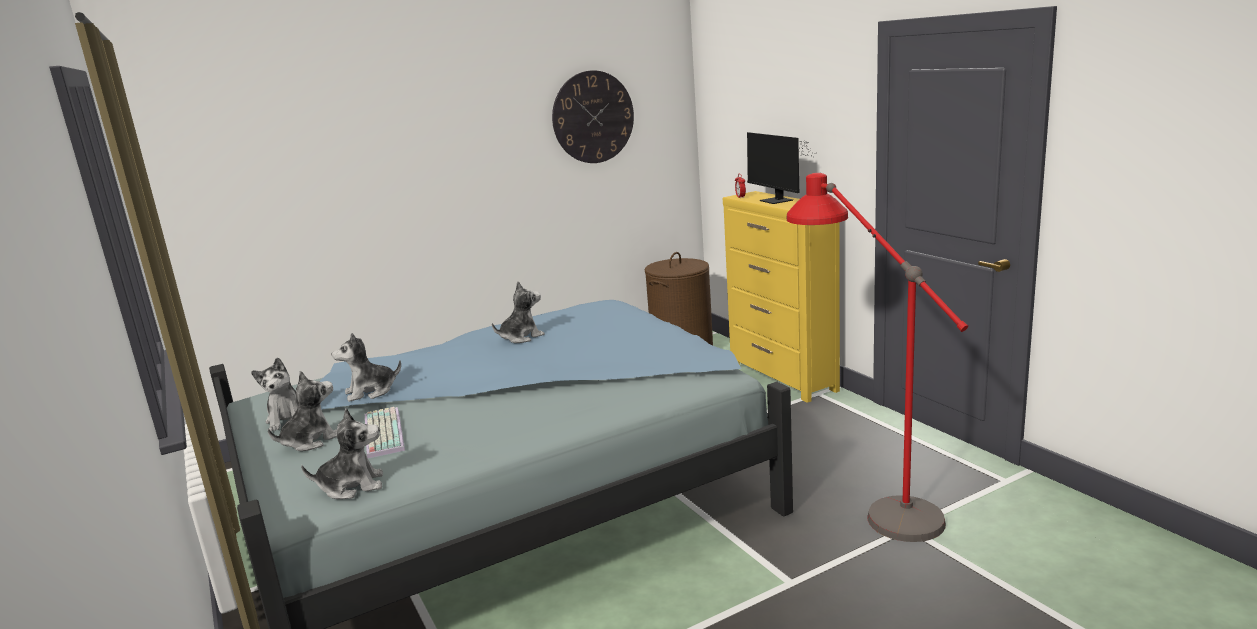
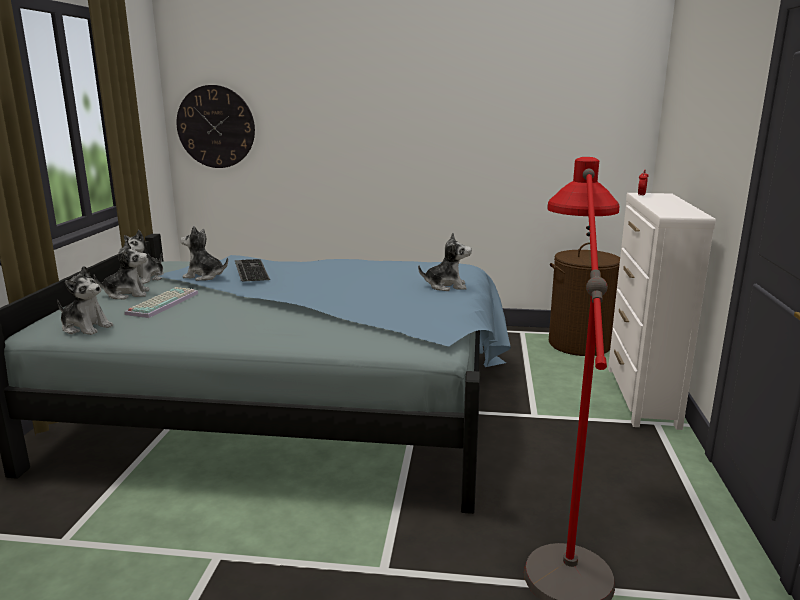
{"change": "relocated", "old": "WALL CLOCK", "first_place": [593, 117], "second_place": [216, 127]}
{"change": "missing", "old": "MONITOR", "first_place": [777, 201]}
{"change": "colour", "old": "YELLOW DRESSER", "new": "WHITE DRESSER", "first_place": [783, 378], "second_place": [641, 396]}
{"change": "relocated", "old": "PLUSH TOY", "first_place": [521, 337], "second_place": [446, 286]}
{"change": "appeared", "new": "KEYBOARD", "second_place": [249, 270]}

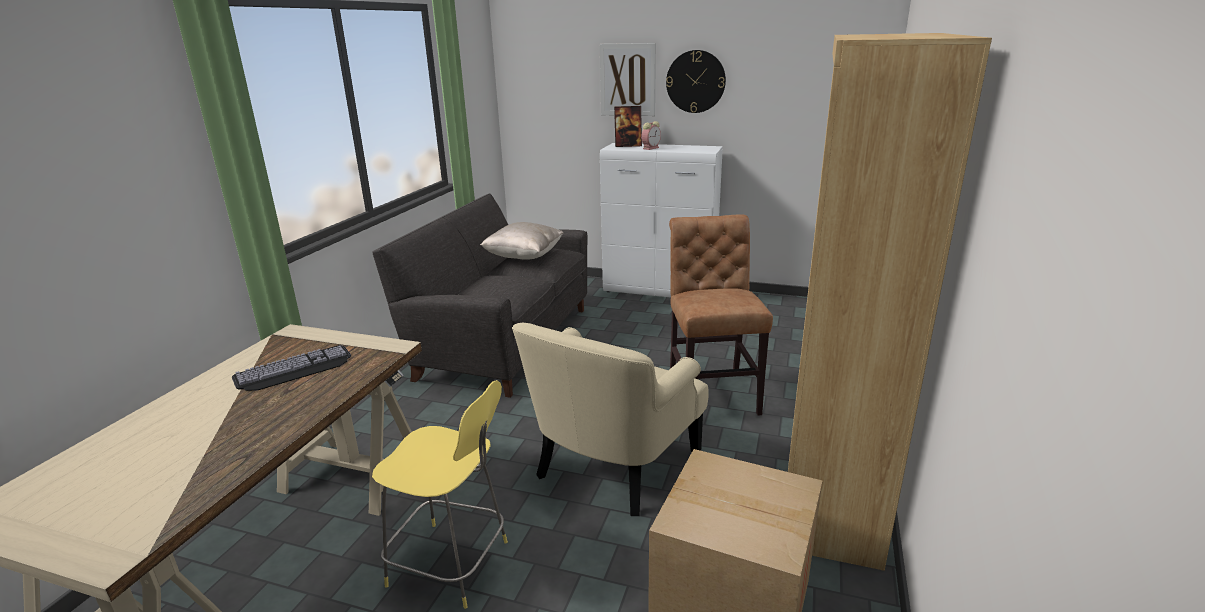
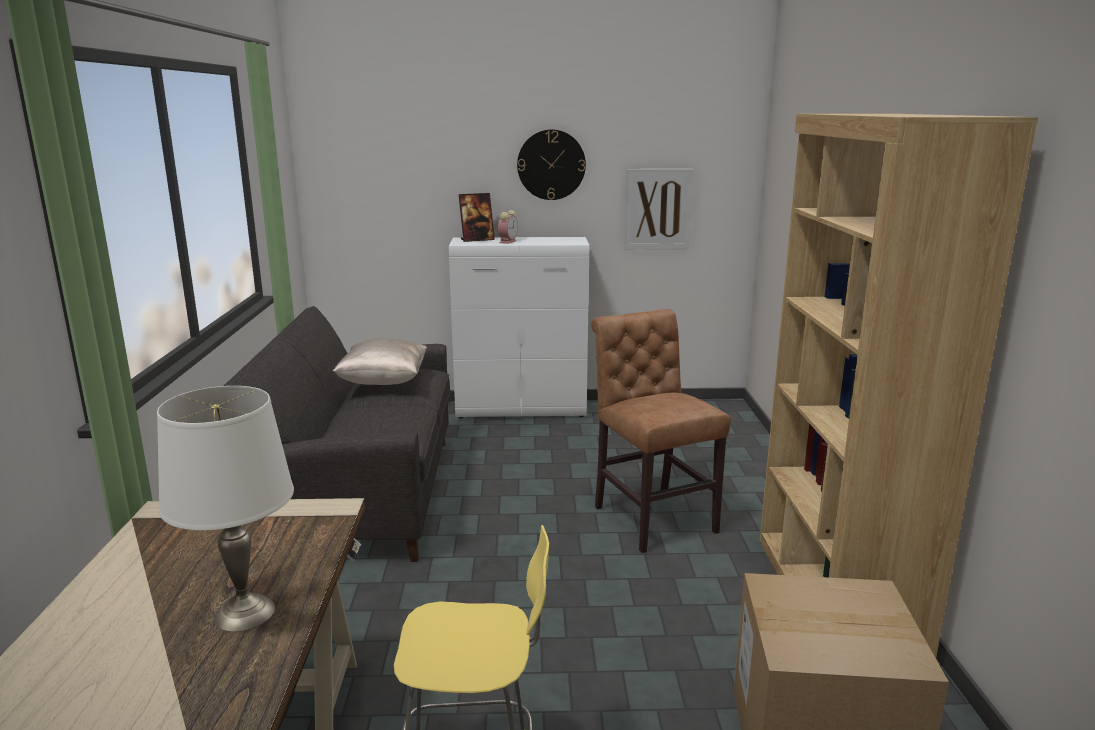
{"change": "relocated", "old": "PICTURE", "first_place": [627, 80], "second_place": [658, 209]}
{"change": "missing", "old": "BEIGE ARMCHAIR", "first_place": [613, 464]}
{"change": "missing", "old": "KEYBOARD", "first_place": [294, 370]}
{"change": "appeared", "new": "WHITE TABLE LAMP", "second_place": [244, 612]}

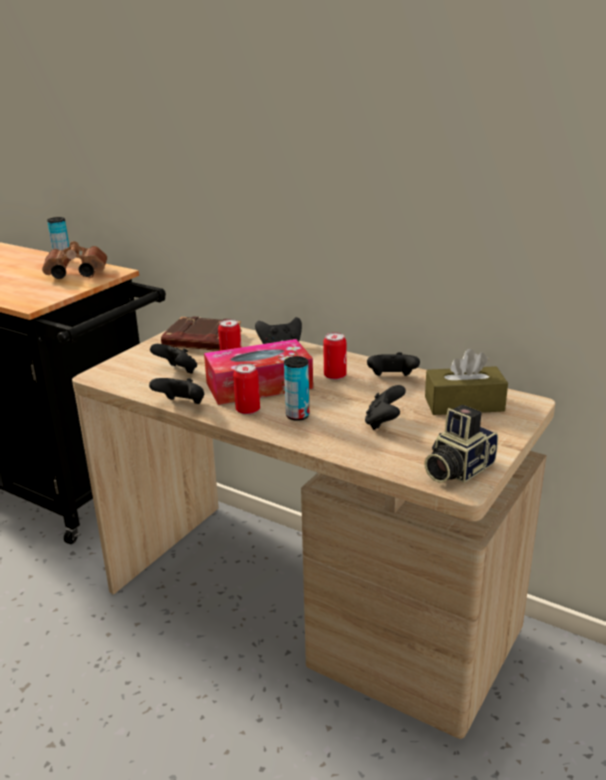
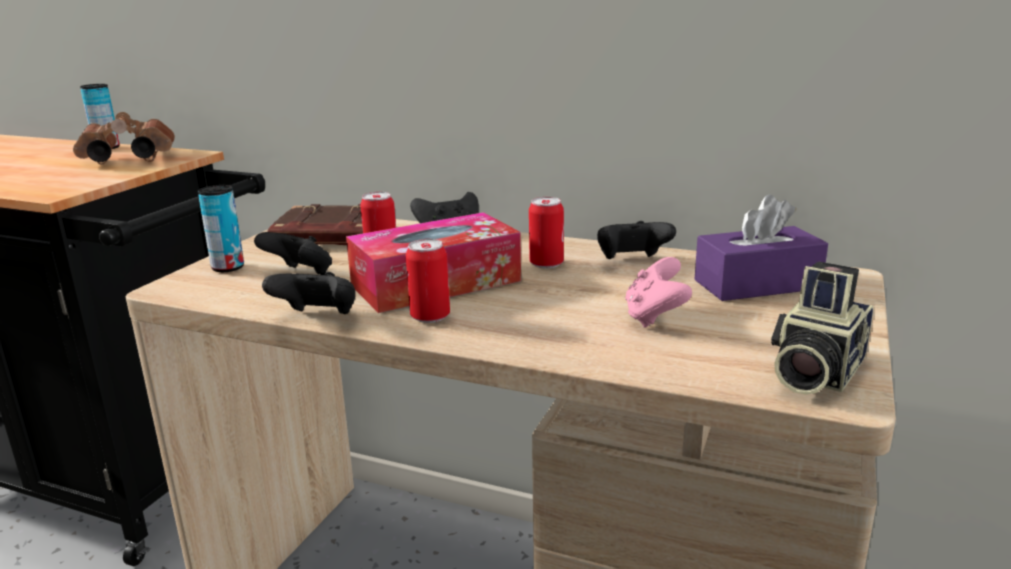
{"change": "colour", "old": "BROWN TISSUE BOX", "new": "PURPLE TISSUE BOX", "first_place": [464, 404], "second_place": [757, 284]}
{"change": "relocated", "old": "CAN", "first_place": [297, 415], "second_place": [228, 267]}
{"change": "colour", "old": "BLACK GAME CONTROLLER", "new": "PINK GAME CONTROLLER", "first_place": [384, 423], "second_place": [654, 317]}

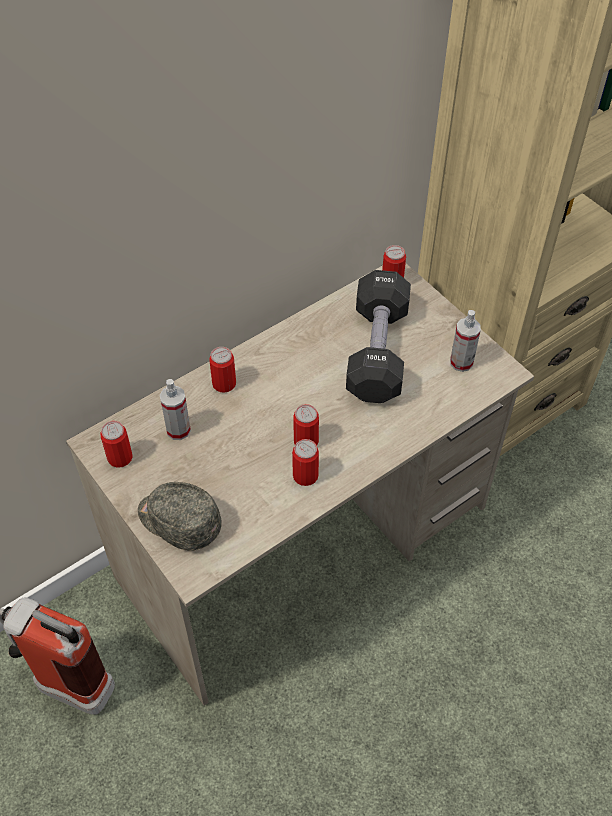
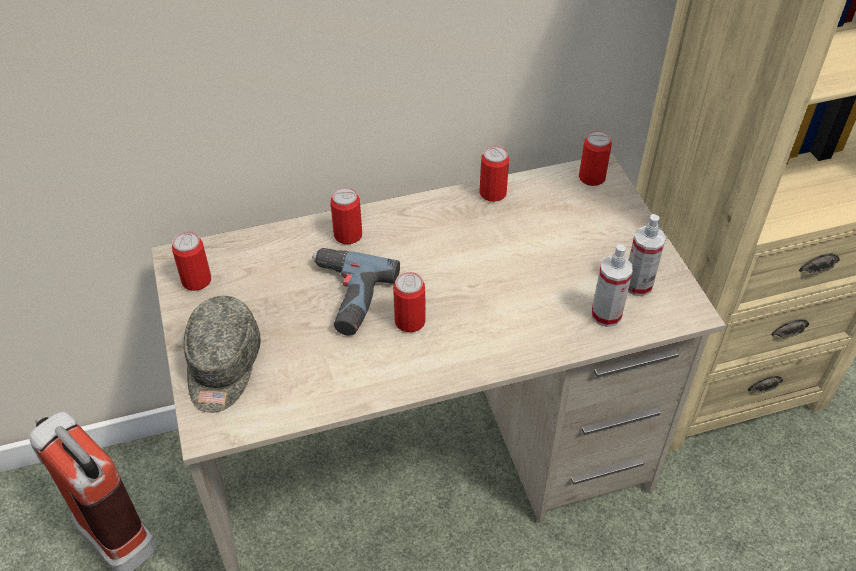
{"change": "missing", "old": "BLACK DUMBBELL", "first_place": [377, 352]}
{"change": "relocated", "old": "SPRAY BOTTLE", "first_place": [178, 430], "second_place": [606, 315]}
{"change": "relocated", "old": "CAN", "first_place": [305, 475], "second_place": [493, 193]}
{"change": "spun", "old": "GREY CAP", "first_place": [178, 521], "second_place": [222, 367], "degrees": -135}
{"change": "appeared", "new": "POWER DRILL", "second_place": [344, 297]}

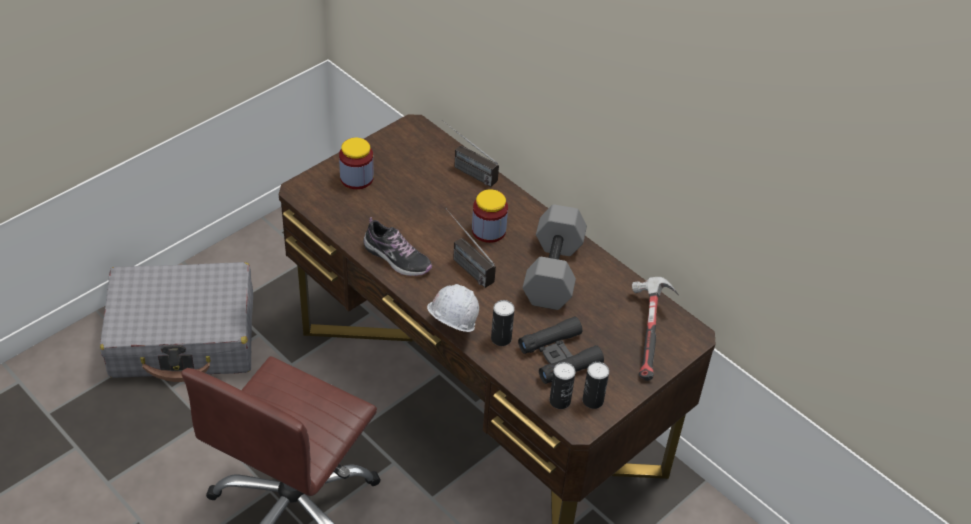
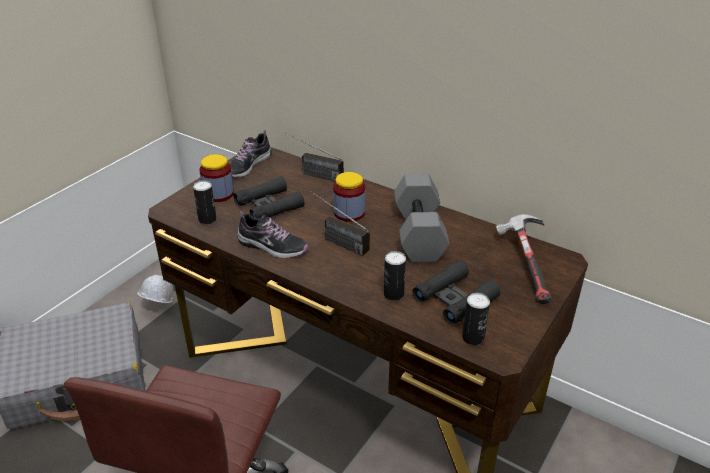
{"change": "relocated", "old": "WHITE HARD HAT", "first_place": [450, 331], "second_place": [158, 308]}
{"change": "relocated", "old": "CAN", "first_place": [593, 400], "second_place": [207, 219]}
{"change": "appeared", "new": "SHOE", "second_place": [248, 165]}
{"change": "appeared", "new": "BLACK BINOCULARS", "second_place": [269, 206]}

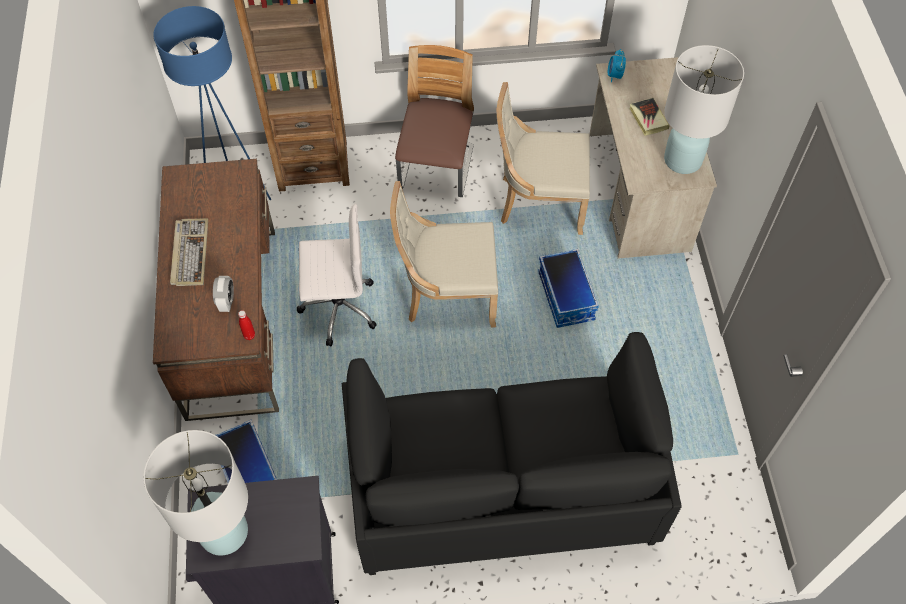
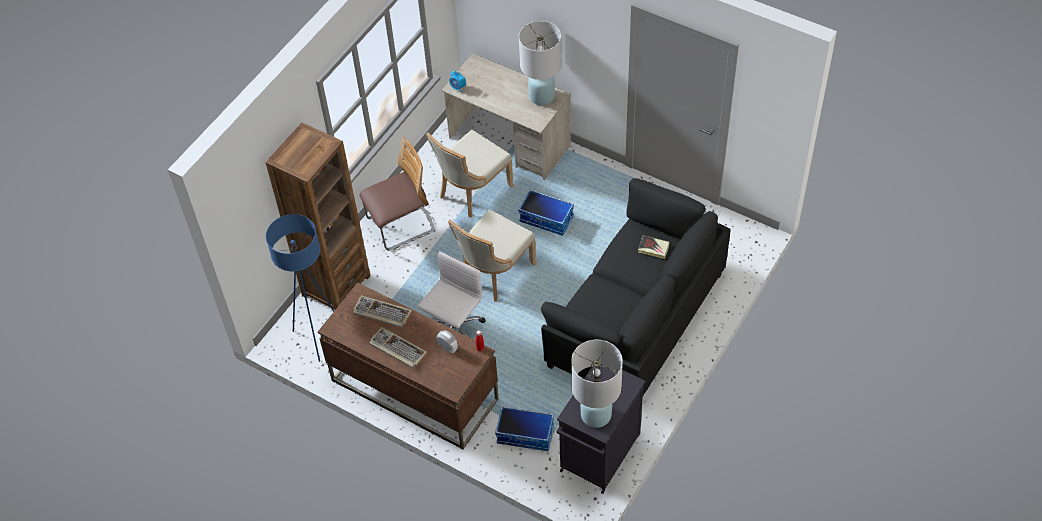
{"change": "spun", "old": "CHAIR", "first_place": [436, 168], "second_place": [401, 225], "degrees": 105}
{"change": "relocated", "old": "BOOK", "first_place": [648, 119], "second_place": [653, 248]}
{"change": "appeared", "new": "KEYBOARD", "second_place": [381, 313]}

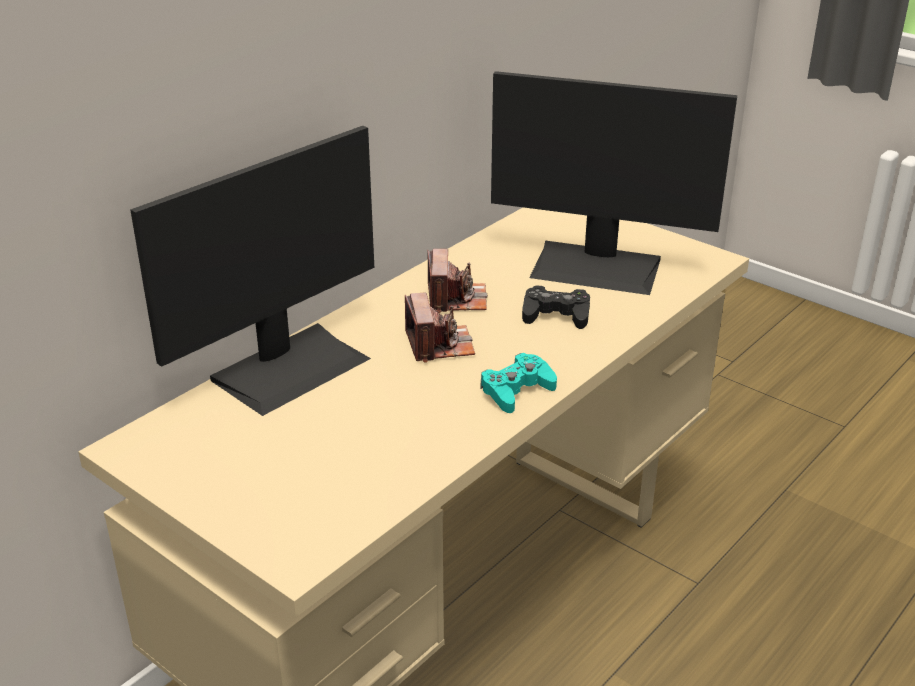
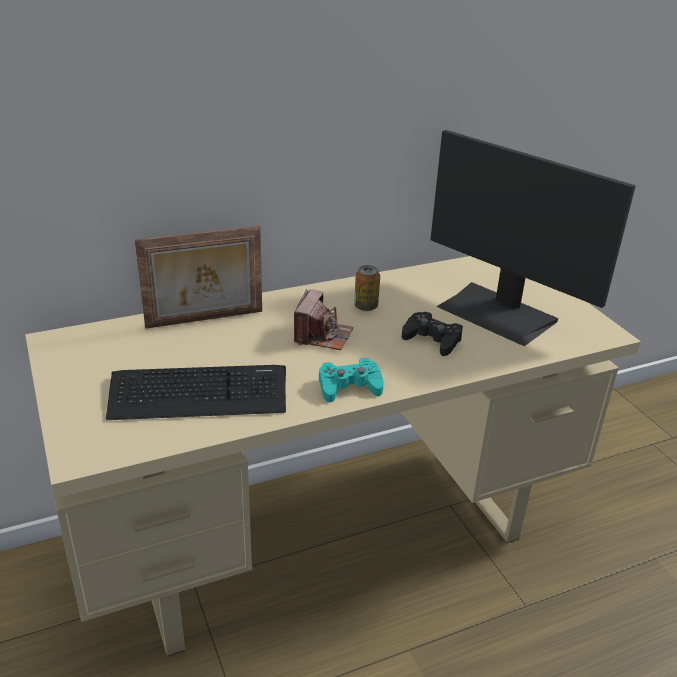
{"change": "exchanged", "old": "MONITOR", "new": "PICTURE FRAME", "first_place": [290, 367], "second_place": [205, 320]}
{"change": "exchanged", "old": "PHOTO CAMERA", "new": "CAN", "first_place": [456, 299], "second_place": [366, 306]}
{"change": "appeared", "new": "KEYBOARD", "second_place": [198, 393]}

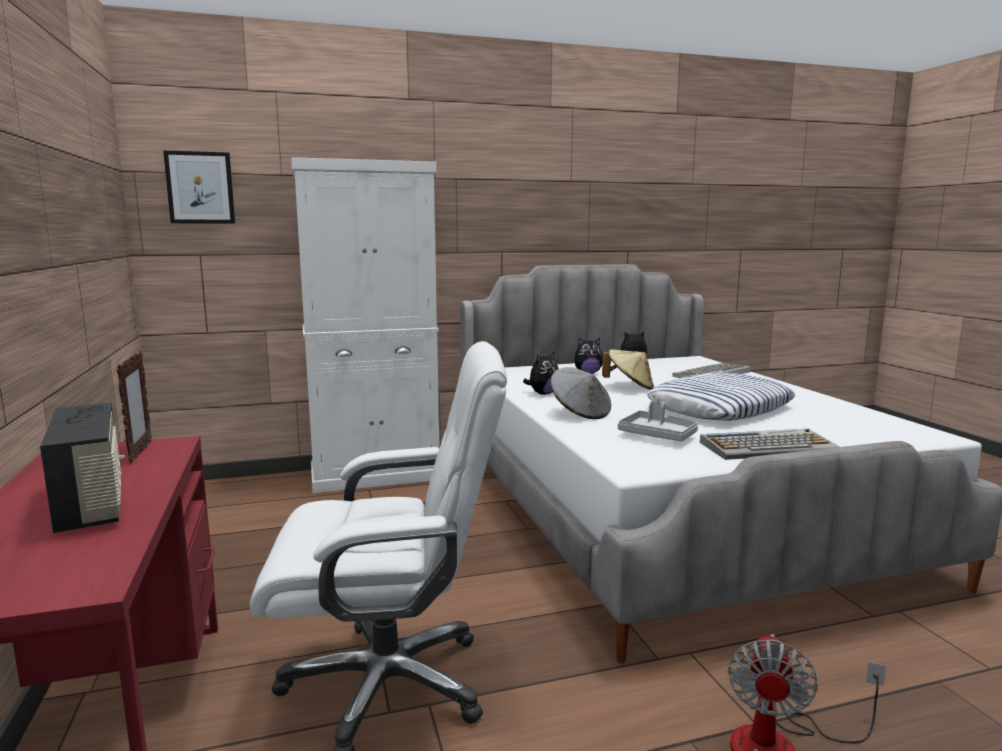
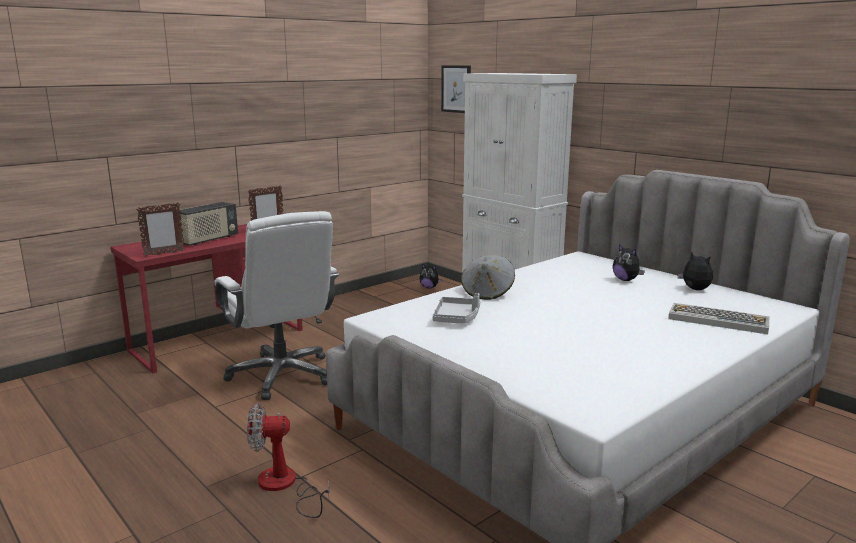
{"change": "missing", "old": "BEIGE HAT", "first_place": [629, 387]}
{"change": "relocated", "old": "PLUSH TOY", "first_place": [543, 394], "second_place": [429, 287]}
{"change": "missing", "old": "PILLOW", "first_place": [720, 408]}
{"change": "missing", "old": "KEYBOARD", "first_place": [768, 447]}
{"change": "appeared", "new": "PICTURE FRAME", "second_place": [164, 253]}

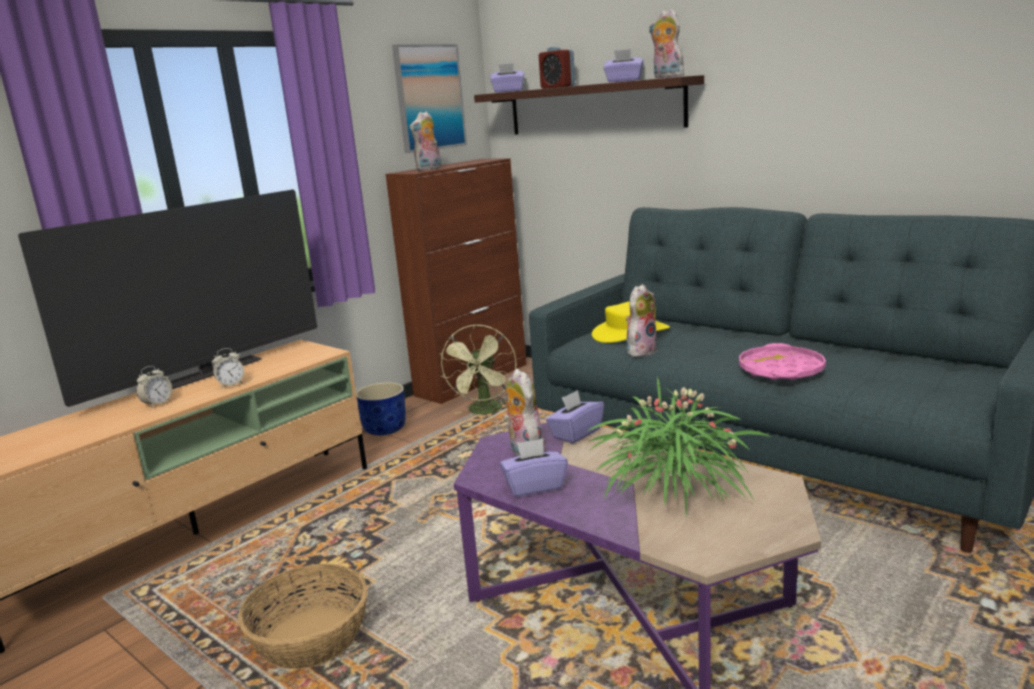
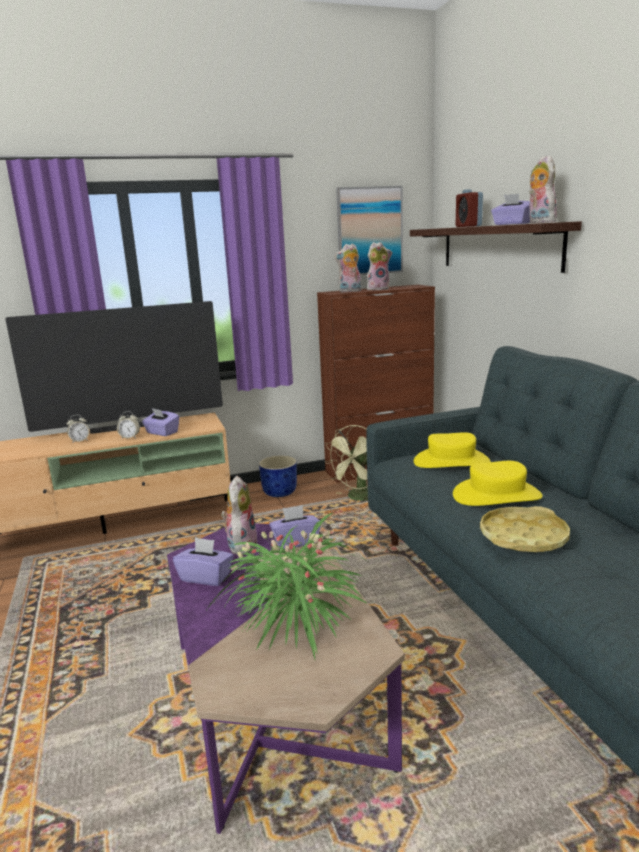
{"change": "relocated", "old": "PURPLE TISSUE BOX", "first_place": [508, 91], "second_place": [162, 433]}
{"change": "relocated", "old": "PLUSH TOY", "first_place": [641, 351], "second_place": [378, 289]}
{"change": "colour", "old": "PINK TRAY", "new": "YELLOW TRAY", "first_place": [780, 370], "second_place": [523, 537]}
{"change": "missing", "old": "BASKET", "first_place": [310, 638]}
{"change": "appeared", "new": "YELLOW HAT", "second_place": [496, 495]}

